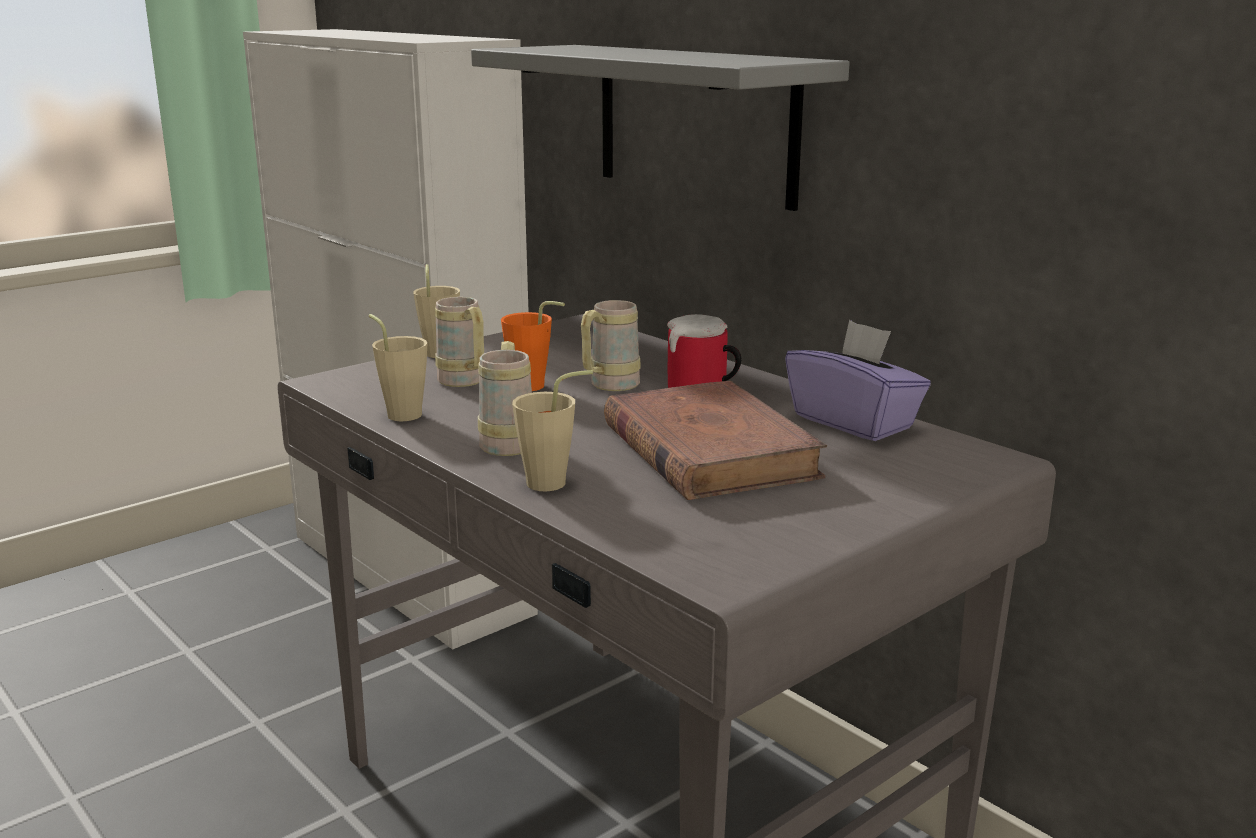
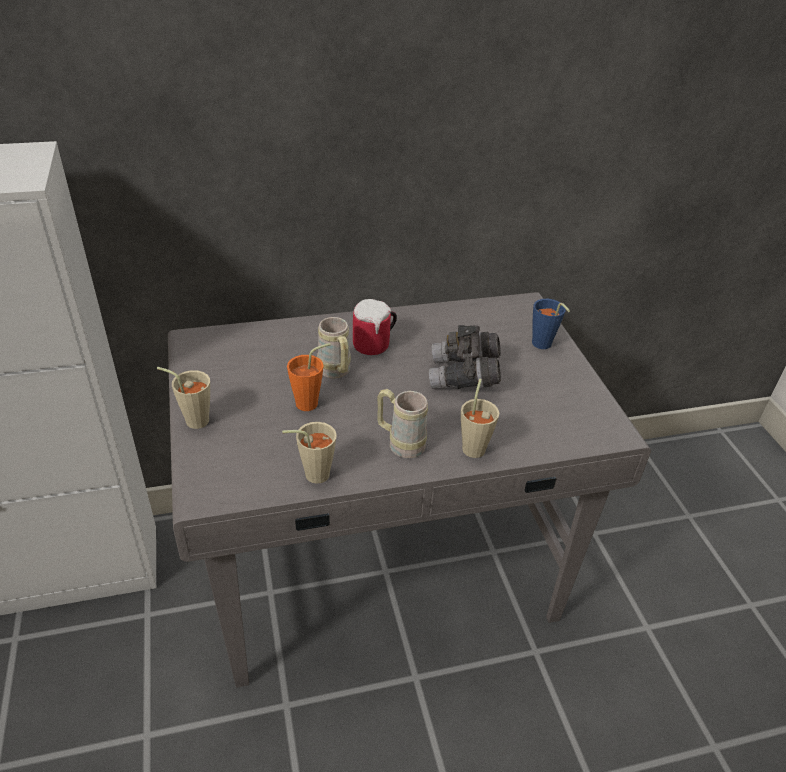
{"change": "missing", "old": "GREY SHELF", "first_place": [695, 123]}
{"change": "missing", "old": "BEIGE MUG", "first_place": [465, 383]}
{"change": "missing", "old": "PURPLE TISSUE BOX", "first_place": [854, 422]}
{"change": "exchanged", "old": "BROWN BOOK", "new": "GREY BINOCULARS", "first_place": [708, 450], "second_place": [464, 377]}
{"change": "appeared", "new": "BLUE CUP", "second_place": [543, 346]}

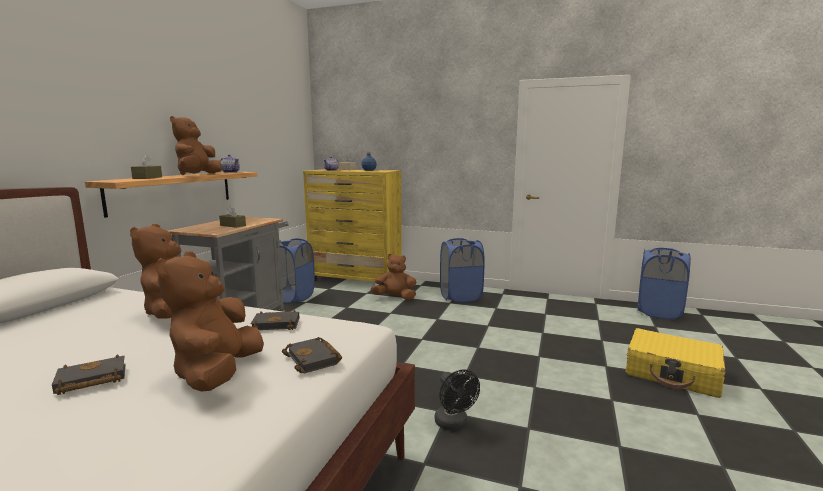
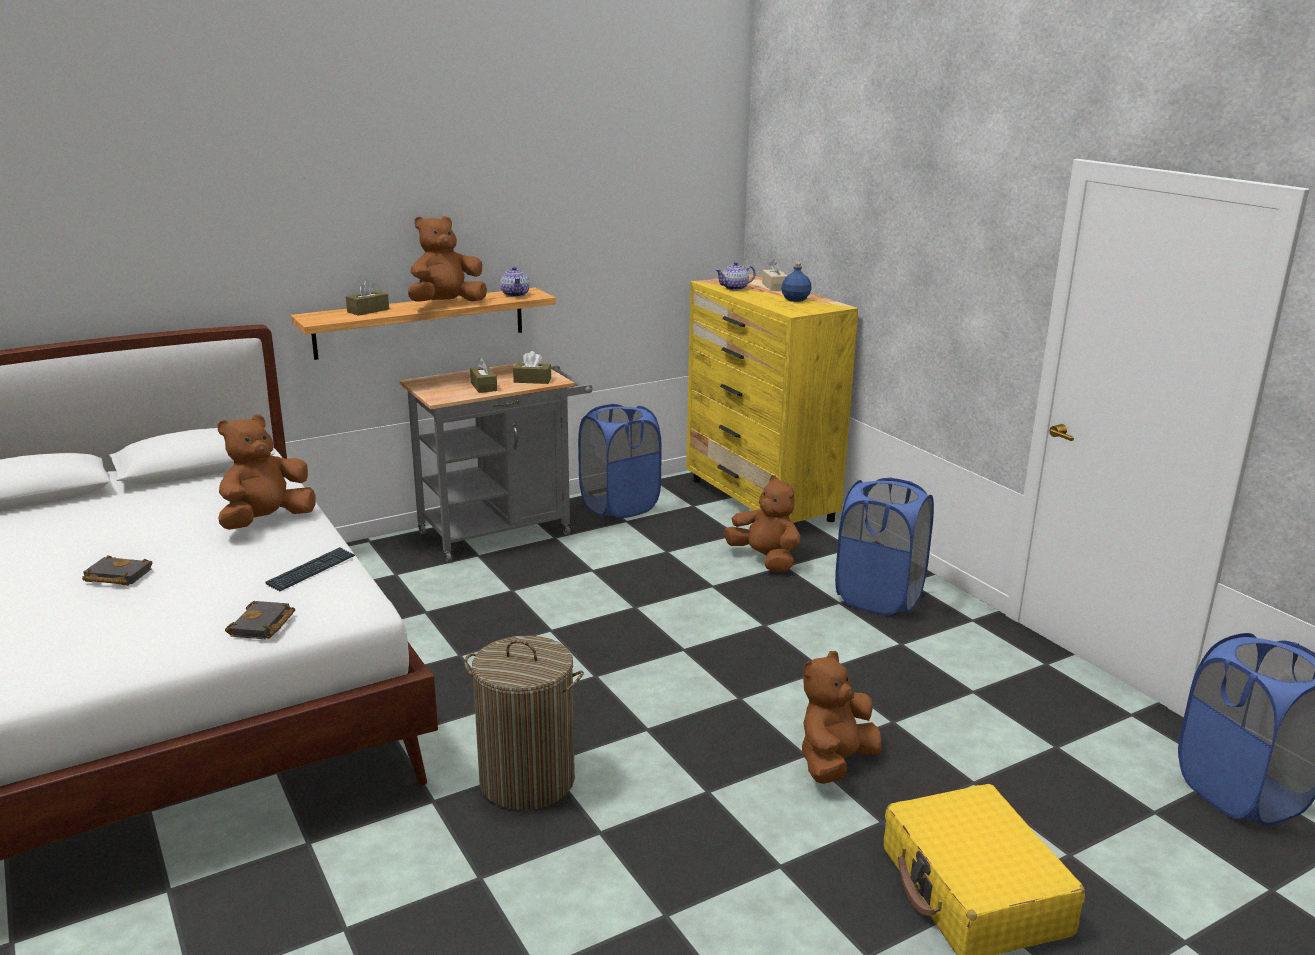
{"change": "relocated", "old": "BROWN PLUSH TOY", "first_place": [217, 374], "second_place": [835, 762]}
{"change": "exchanged", "old": "BLACK BOOK", "new": "KEYBOARD", "first_place": [277, 324], "second_place": [311, 570]}
{"change": "exchanged", "old": "BLACK FAN", "new": "LAUNDRY BASKET", "first_place": [454, 424], "second_place": [527, 780]}
{"change": "appeared", "new": "BROWN TISSUE BOX", "second_place": [532, 380]}

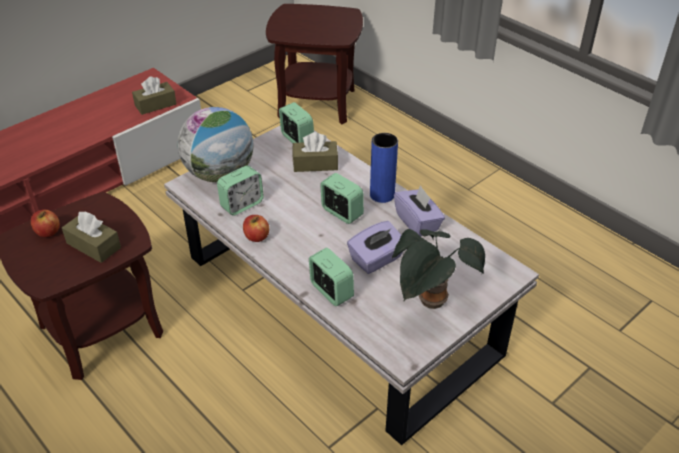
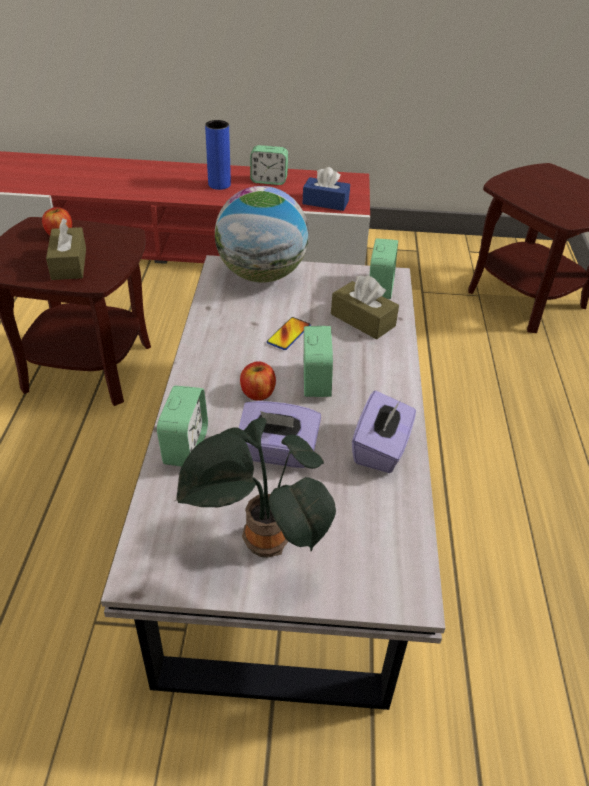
{"change": "colour", "old": "BROWN TISSUE BOX", "new": "BLUE TISSUE BOX", "first_place": [155, 105], "second_place": [325, 202]}
{"change": "relocated", "old": "BLUE VASE", "first_place": [382, 195], "second_place": [219, 184]}
{"change": "relocated", "old": "ALARM CLOCK", "first_place": [242, 204], "second_place": [269, 180]}
{"change": "relocated", "old": "APPLE", "first_place": [256, 237], "second_place": [258, 393]}
{"change": "appeared", "new": "PHONE", "second_place": [288, 334]}

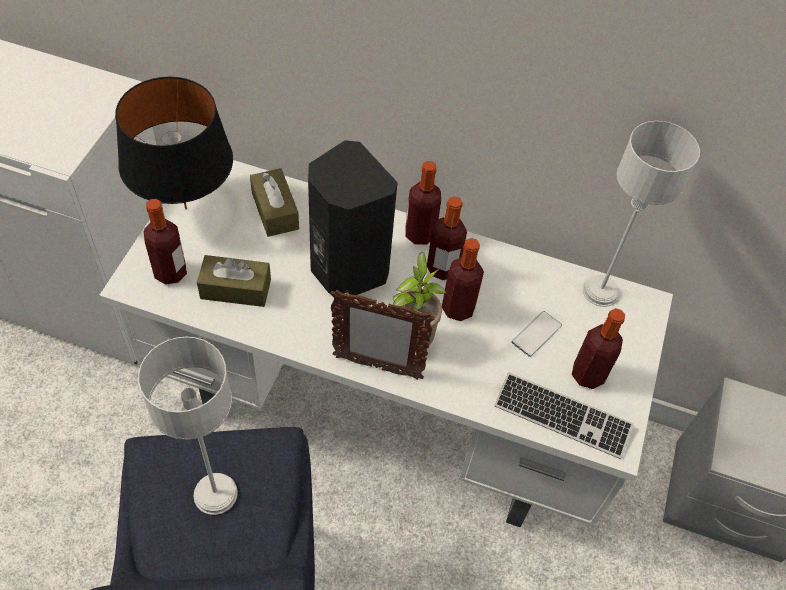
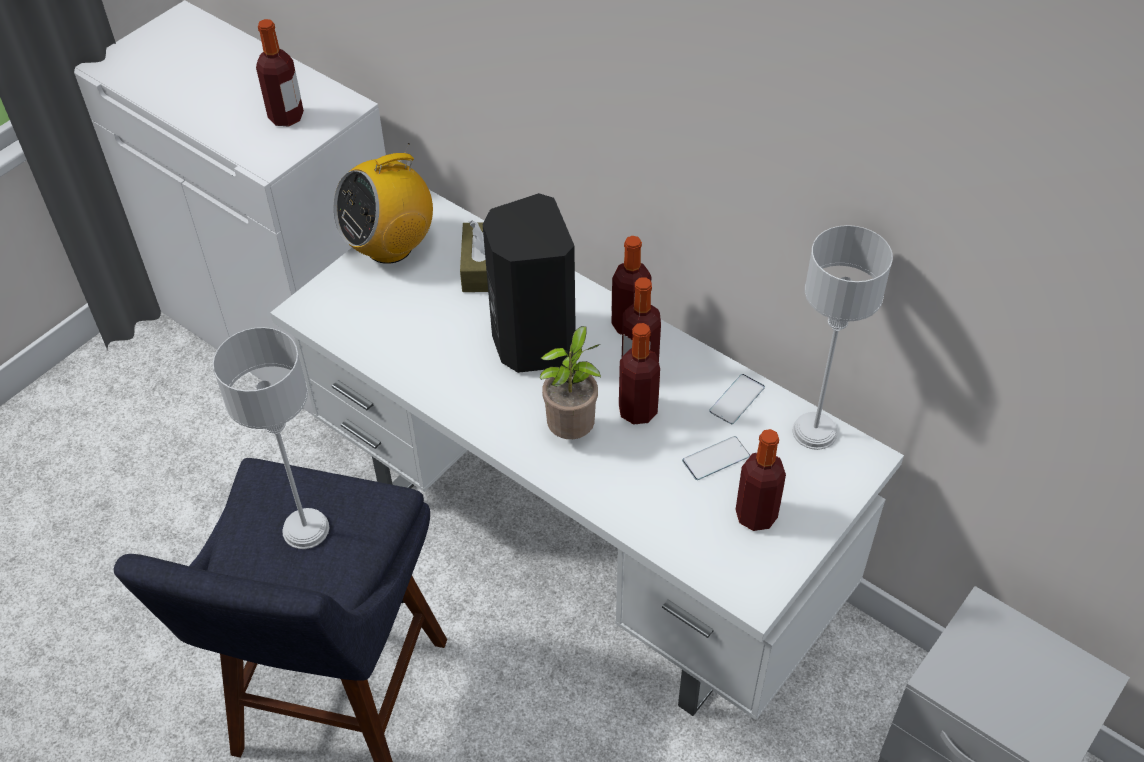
{"change": "exchanged", "old": "BLACK TABLE LAMP", "new": "RADIO", "first_place": [186, 209], "second_place": [390, 246]}
{"change": "relocated", "old": "BOTTLE", "first_place": [170, 272], "second_place": [286, 117]}
{"change": "missing", "old": "BROWN TISSUE BOX", "first_place": [235, 289]}
{"change": "missing", "old": "PICTURE FRAME", "first_place": [376, 367]}
{"change": "missing", "old": "KEYBOARD", "first_place": [562, 417]}
{"change": "appeared", "new": "PHONE", "second_place": [737, 399]}

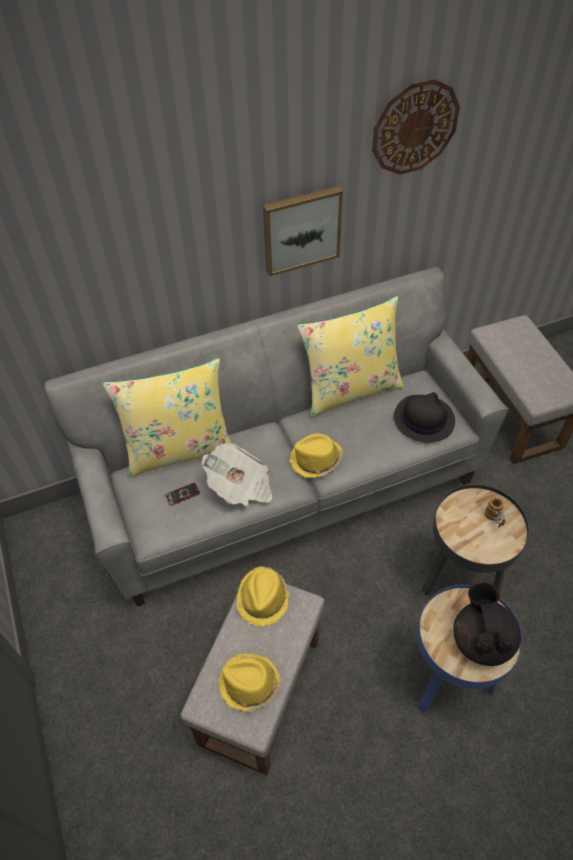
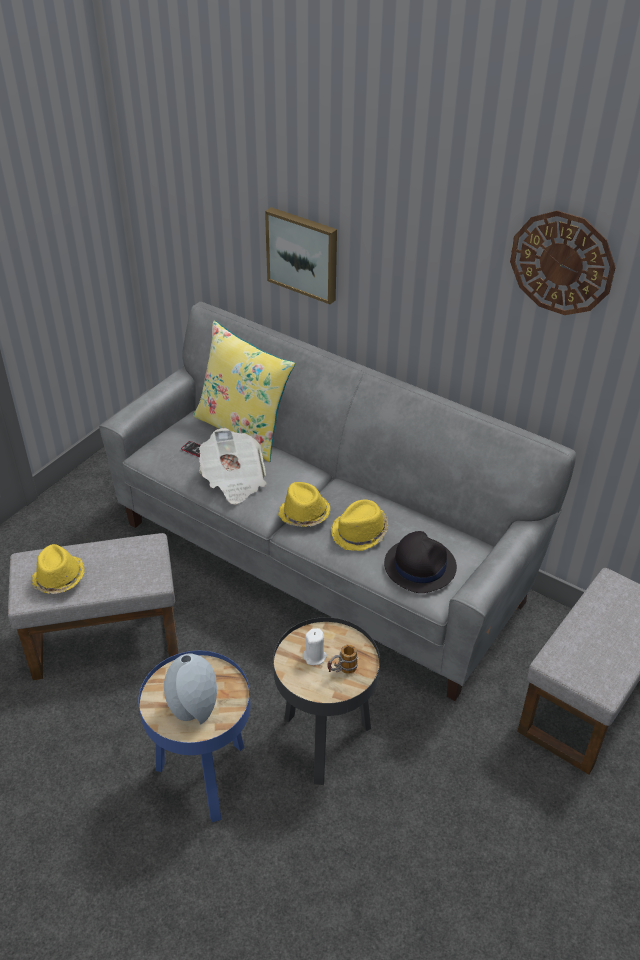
{"change": "relocated", "old": "PICTURE", "first_place": [301, 229], "second_place": [303, 254]}
{"change": "missing", "old": "YELLOW PILLOW", "first_place": [350, 389]}
{"change": "relocated", "old": "YELLOW HAT", "first_place": [263, 599], "second_place": [360, 533]}
{"change": "exchanged", "old": "BLACK TEAPOT", "new": "GREY VASE", "first_place": [481, 639], "second_place": [194, 710]}
{"change": "appeared", "new": "WHITE CANDLE", "second_place": [315, 656]}

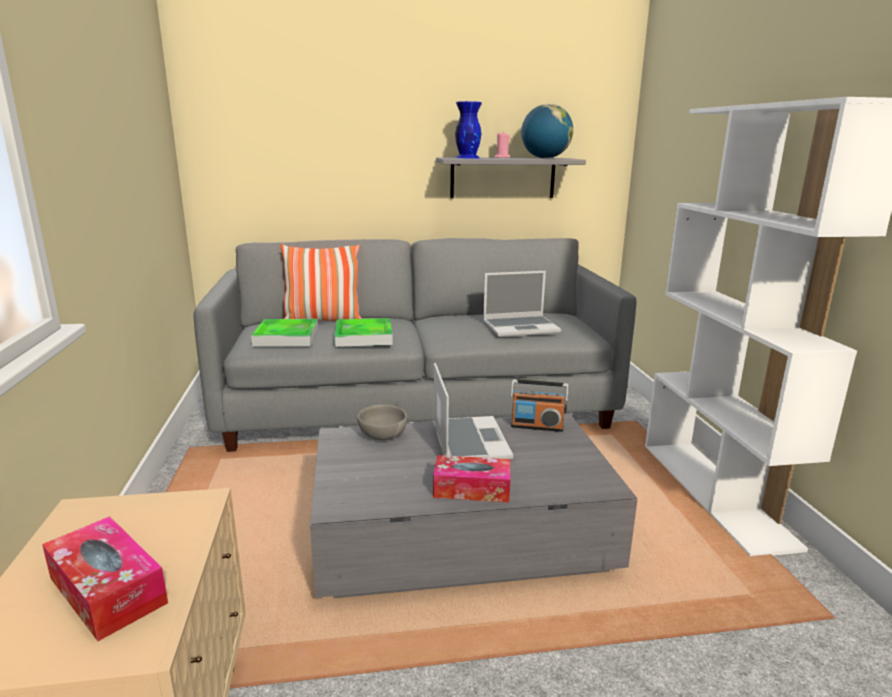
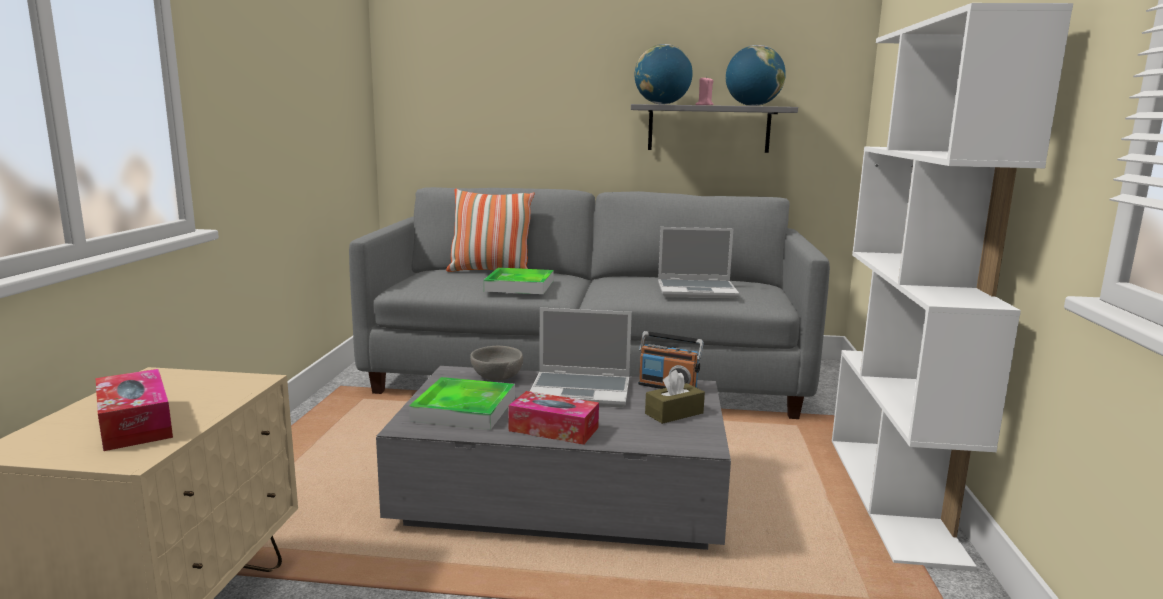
{"change": "exchanged", "old": "BLUE VASE", "new": "GLOBE", "first_place": [467, 158], "second_place": [662, 104]}
{"change": "relocated", "old": "TRAY", "first_place": [286, 337], "second_place": [464, 409]}
{"change": "spun", "old": "LAPTOP", "first_place": [468, 441], "second_place": [582, 391], "degrees": 90}
{"change": "appeared", "new": "BROWN TISSUE BOX", "second_place": [674, 413]}

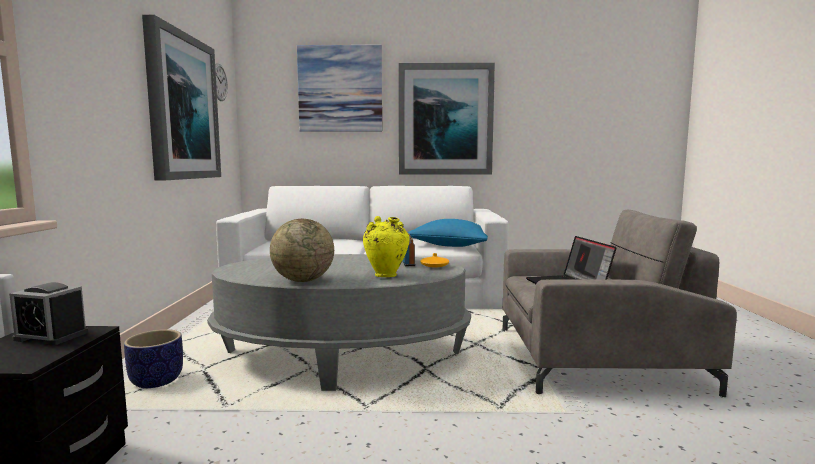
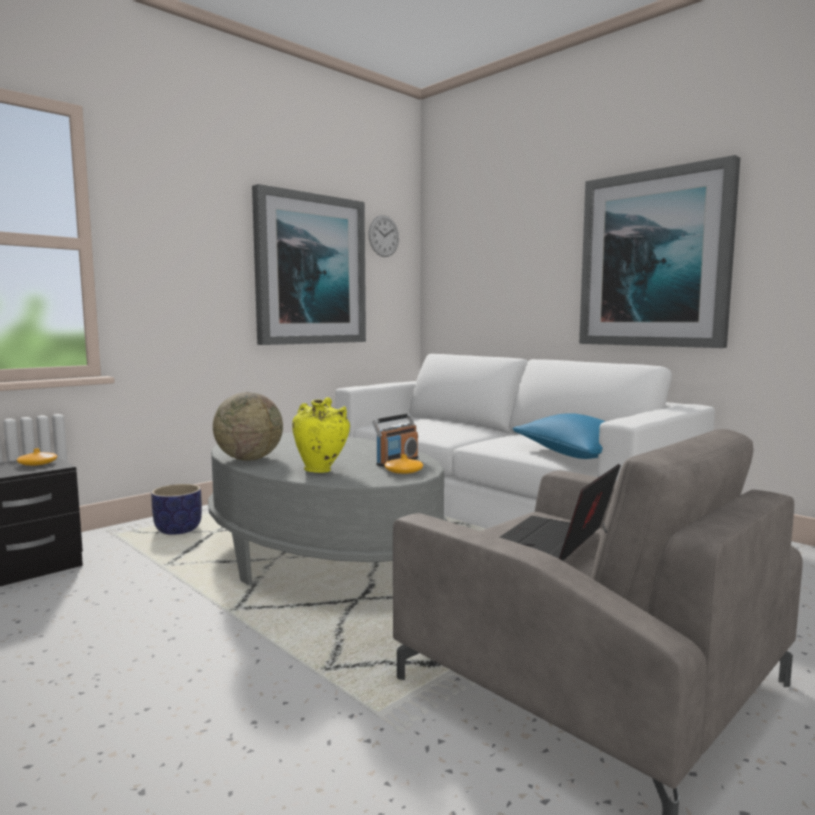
{"change": "missing", "old": "PICTURE", "first_place": [340, 89]}
{"change": "exchanged", "old": "ALARM CLOCK", "new": "ORANGE VASE", "first_place": [51, 336], "second_place": [37, 464]}

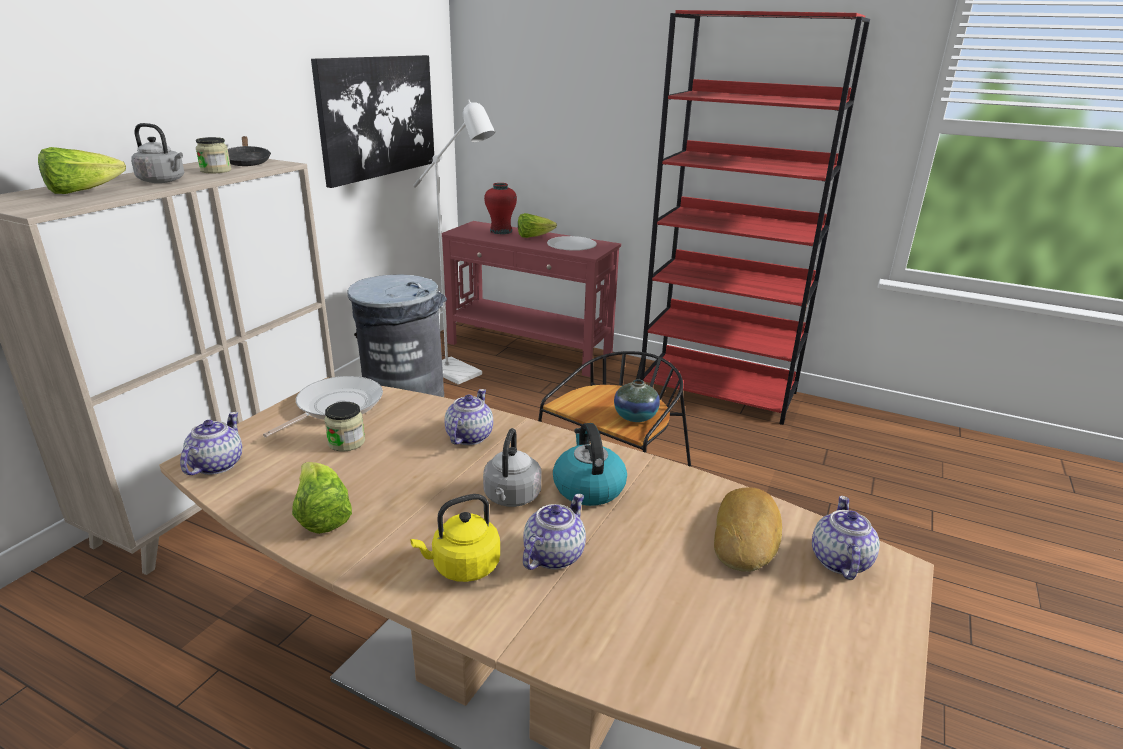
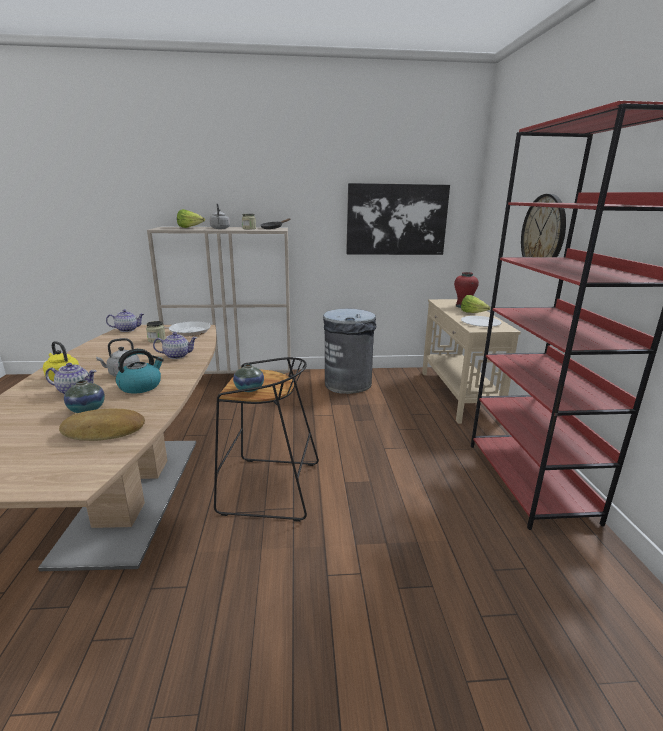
{"change": "missing", "old": "WHITE FLOOR LAMP", "first_place": [461, 375]}
{"change": "colour", "old": "RED CONSOLE TABLE", "new": "BEIGE CONSOLE TABLE", "first_place": [529, 349], "second_place": [457, 395]}
{"change": "missing", "old": "LETTUCE", "first_place": [321, 516]}
{"change": "missing", "old": "TEAPOT", "first_place": [839, 560]}
{"change": "appeared", "new": "WALL CLOCK", "second_place": [543, 233]}
{"change": "appeared", "new": "VASE", "second_place": [87, 409]}

